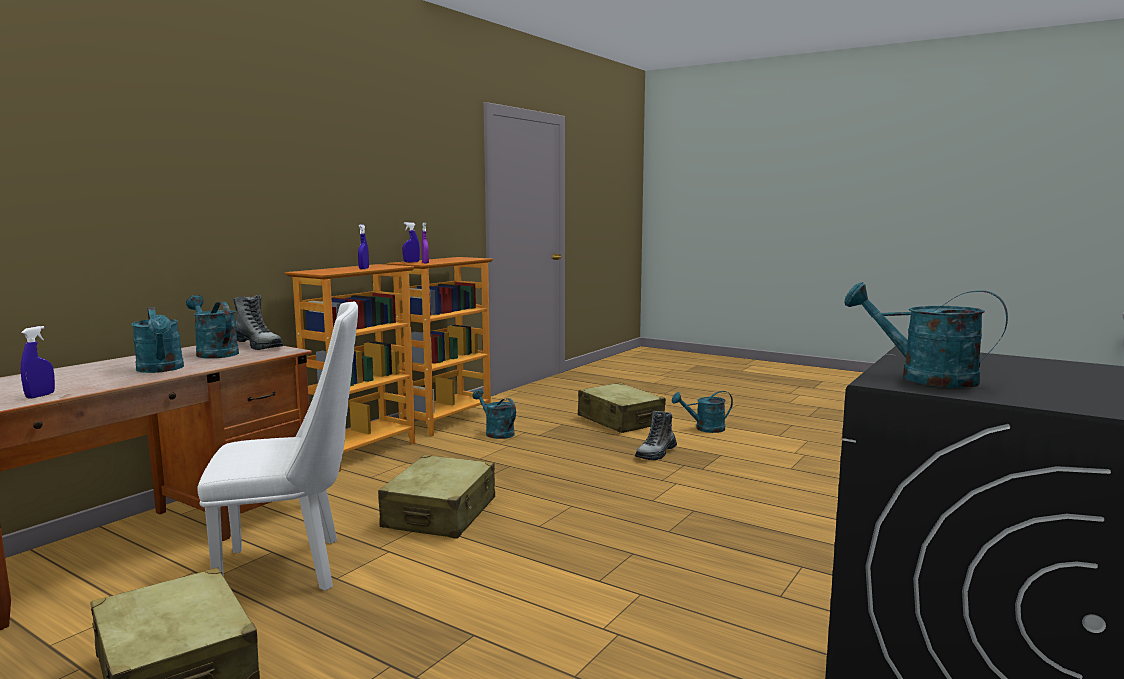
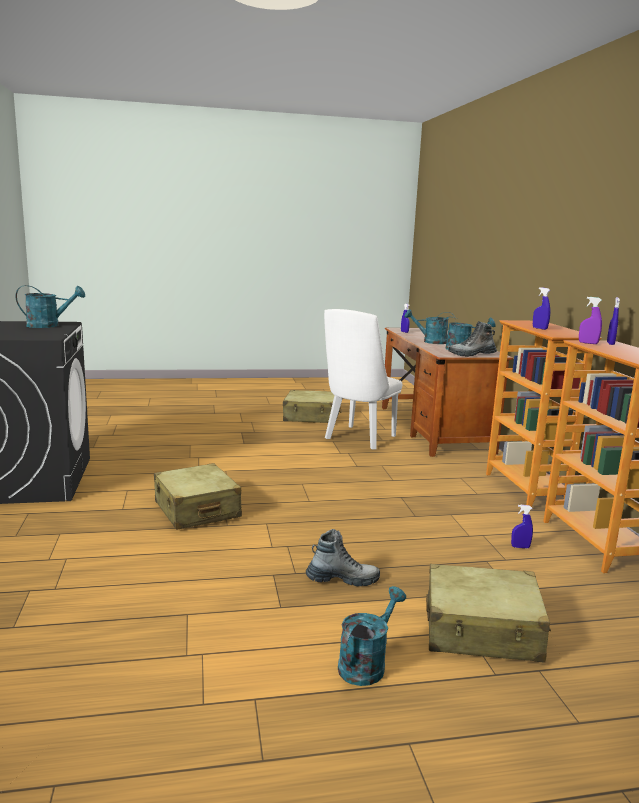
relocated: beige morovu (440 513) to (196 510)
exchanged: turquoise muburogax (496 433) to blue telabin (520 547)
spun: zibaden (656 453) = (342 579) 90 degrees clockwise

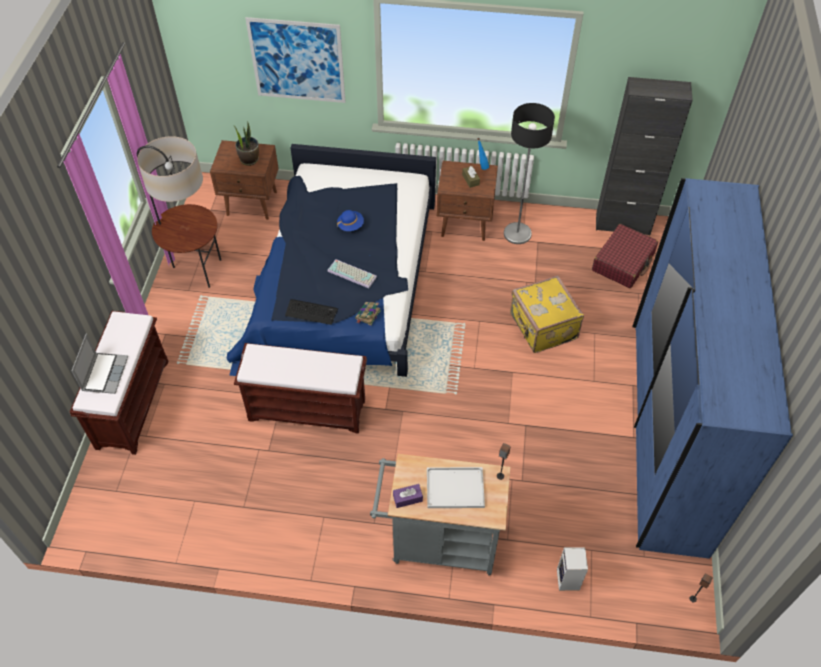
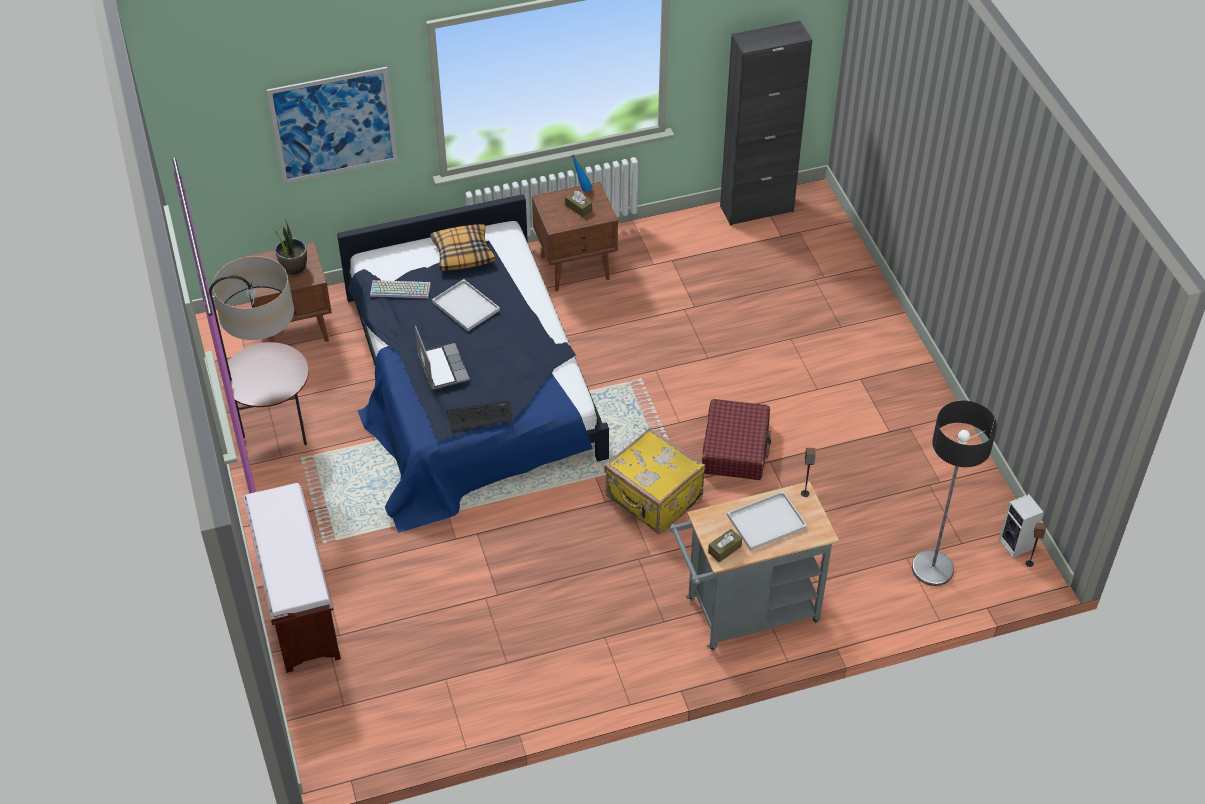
missing: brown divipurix (308 409); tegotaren (367 315); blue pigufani (668 434)
appeared: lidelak (463 253)
relocated: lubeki (105 373) to (442 367); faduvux (353 273) to (401 289); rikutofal (517 234) to (933 569); yellow morovu (542 327) to (653 499); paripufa (568 580) to (1016 545); red morovu (623 262) to (735 448)
exchanged: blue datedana (350 225) to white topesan (464 306)
colour: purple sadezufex (407 498) to brown sadezufex (724 549)

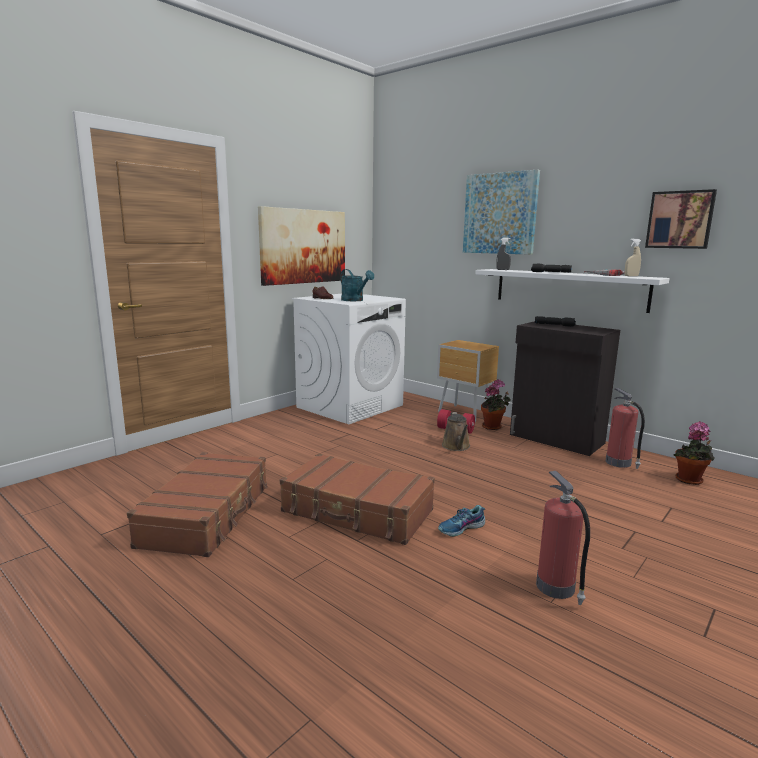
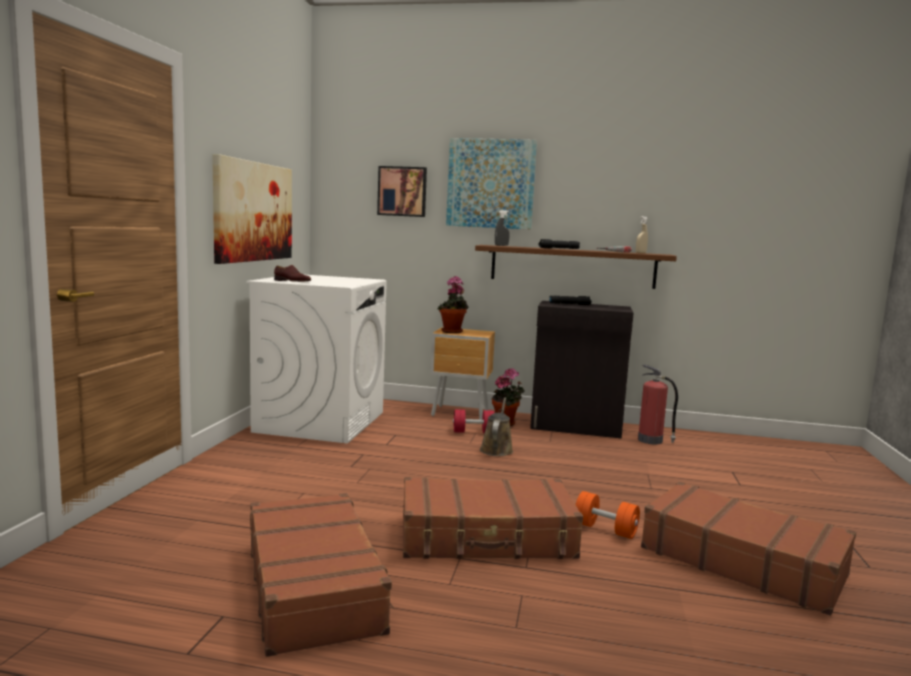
missing: turquoise muburogax (355 300)
relocated: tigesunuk (680 220) to (402 191); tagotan (689 481) to (452 332)
exchanged: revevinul (461 528) to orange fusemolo (605 529); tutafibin (556 588) to brown morovu (741 561)
colour: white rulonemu (568 289) to brown rulonemu (572 266)
spun: brown muburogax (456 447) = (496 449) 135 degrees counterclockwise

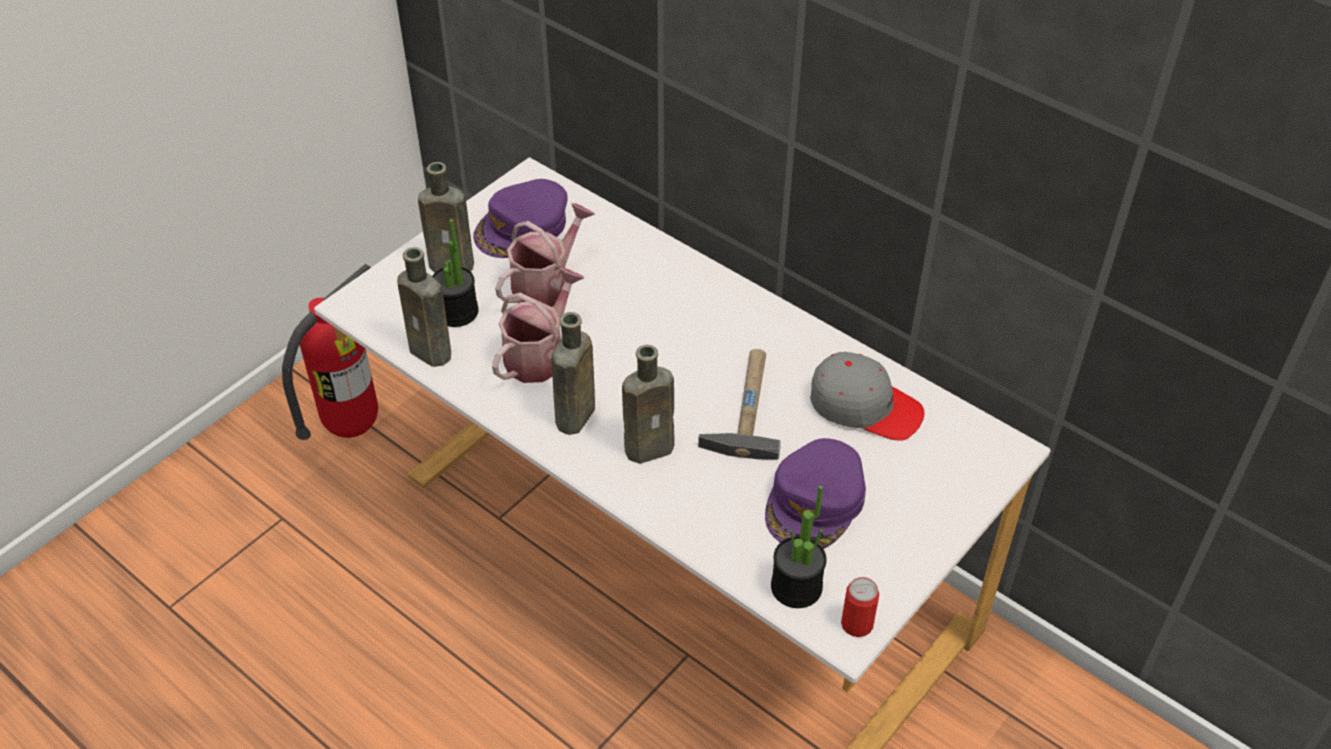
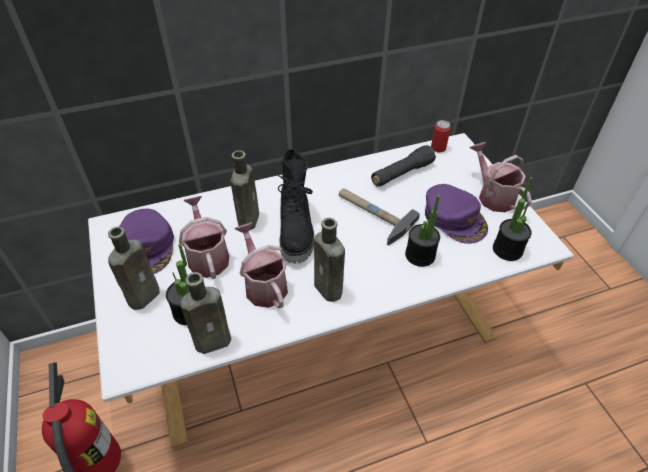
appeared: black zibaden (297 231); tagotan (420 255); muburogax (493 195)
relocated: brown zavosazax (653 447) to (249 218); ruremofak (857 624) to (438 148)
exchanged: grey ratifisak (864 406) to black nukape (402 174)

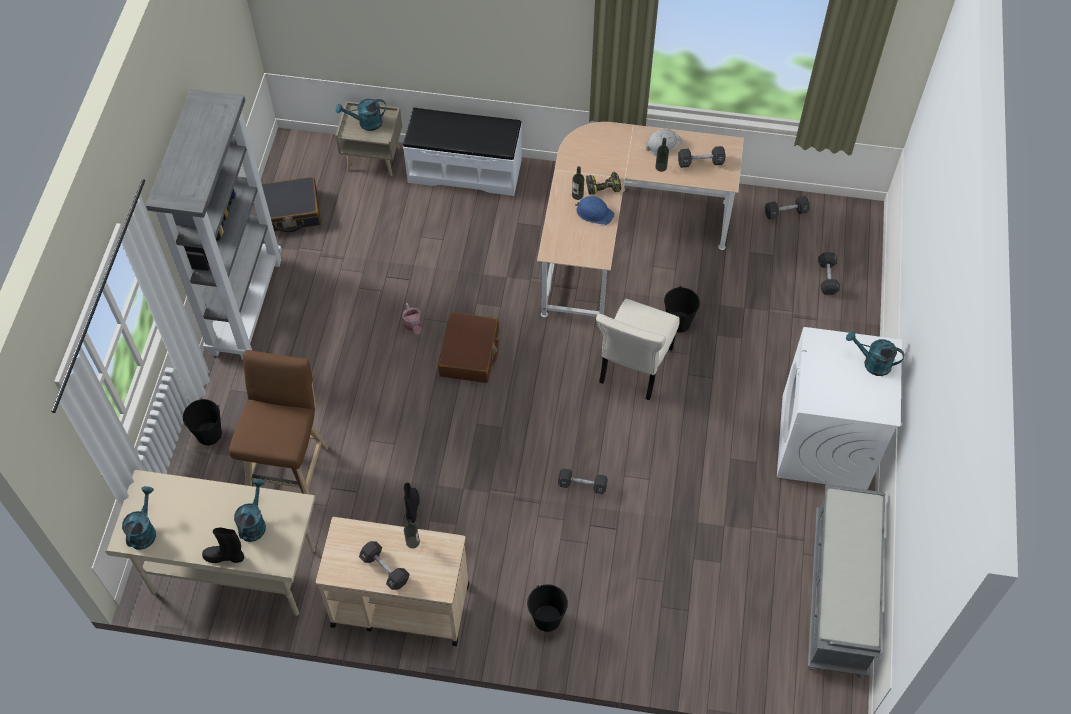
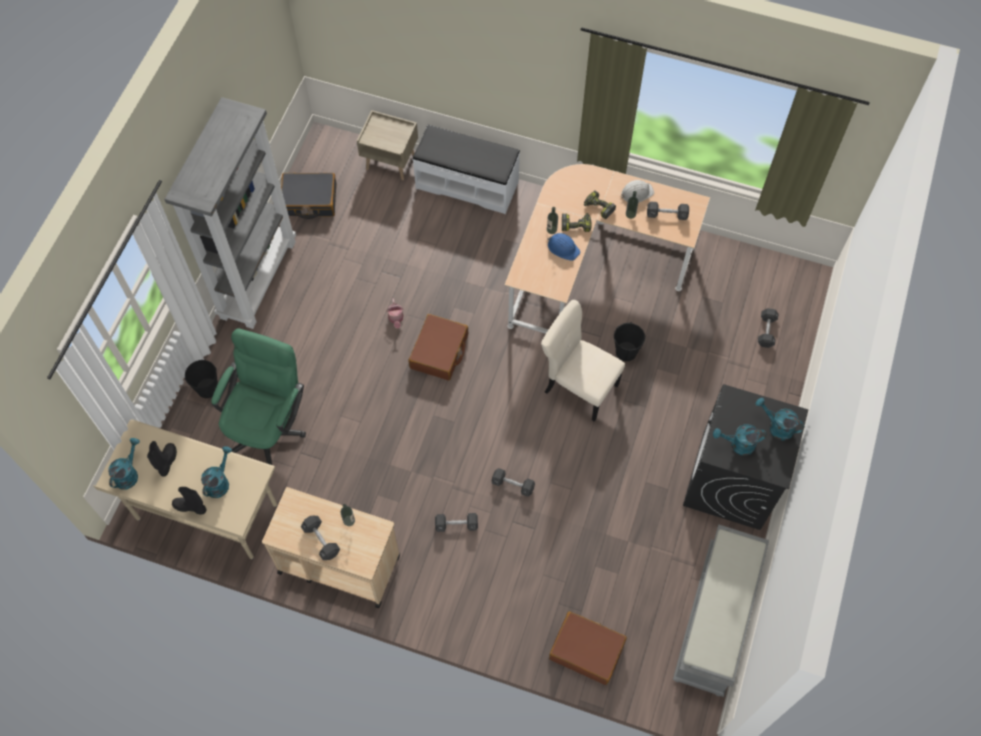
missing: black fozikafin (547 618)
appeared: brown morovu (587 650); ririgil (598 207)
relocated: turquoise muburogax (366 123) to (738 445); black zibaden (412 507) to (167 461); black fusemolo (785 212) to (456 525)
exchanged: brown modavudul (289 465) to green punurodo (269 427)
colour: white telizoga (824 442) to black telizoga (731 481)
spun: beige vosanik (634 368) = (578 387) 90 degrees clockwise

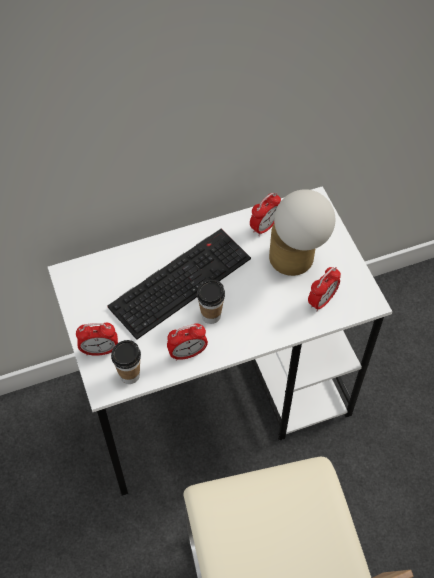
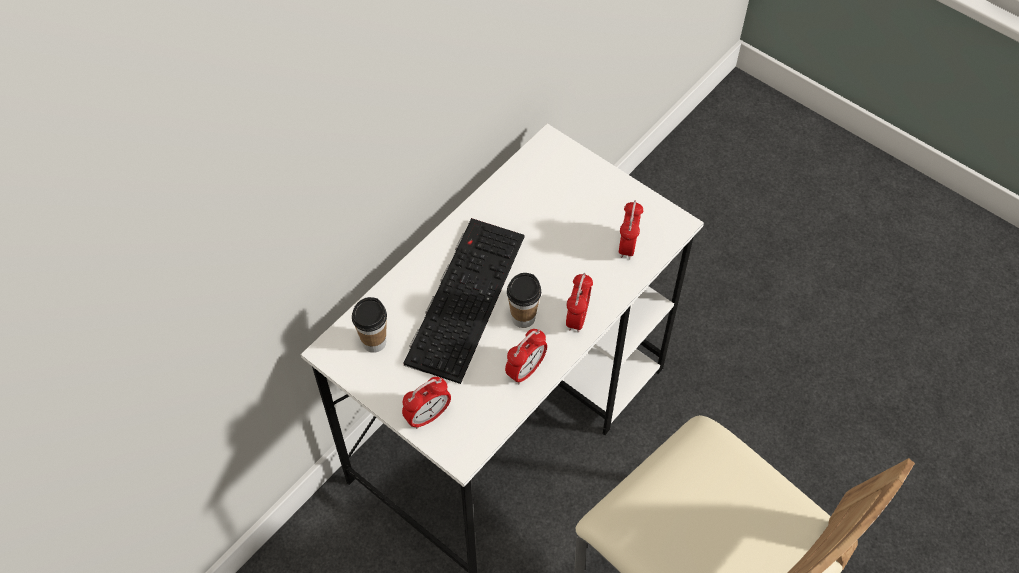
missing: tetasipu (295 262)
relocated: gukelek (129 375) to (374 342); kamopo (264 227) to (577 318)

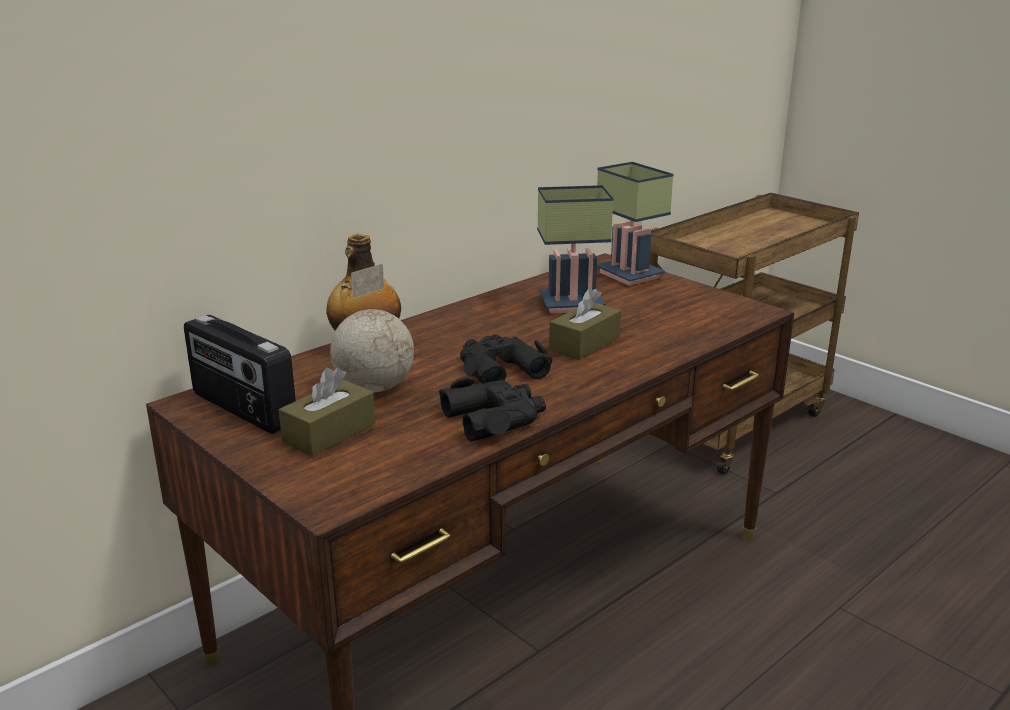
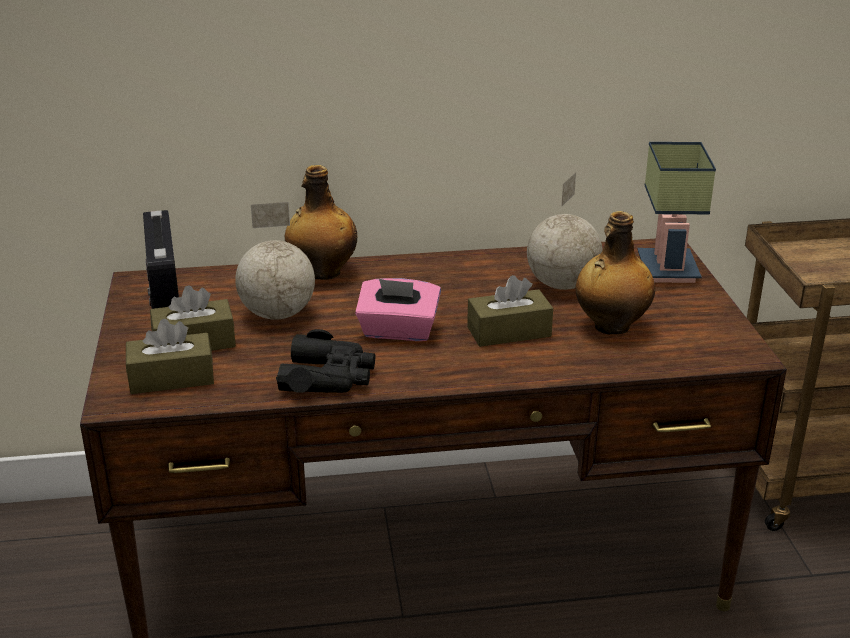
appeared: brown sadezufex (171 378); zavosazax (610 326)
exchanged: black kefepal (499 369) to pink sadezufex (398 331); tetasipu (573 303) to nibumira (563 285)

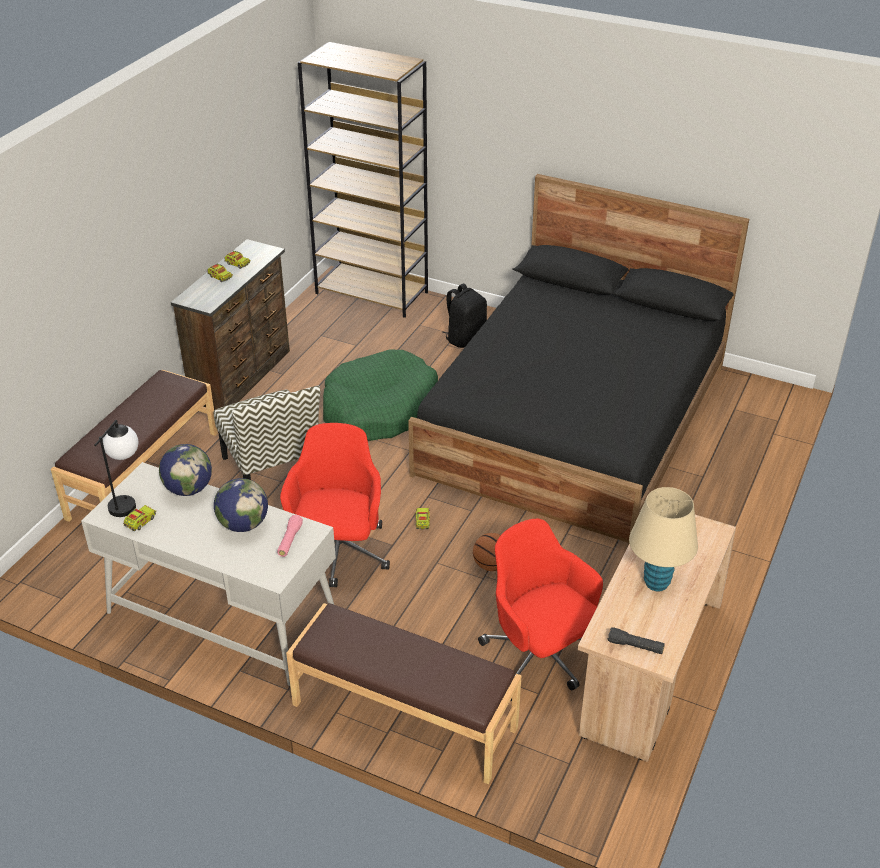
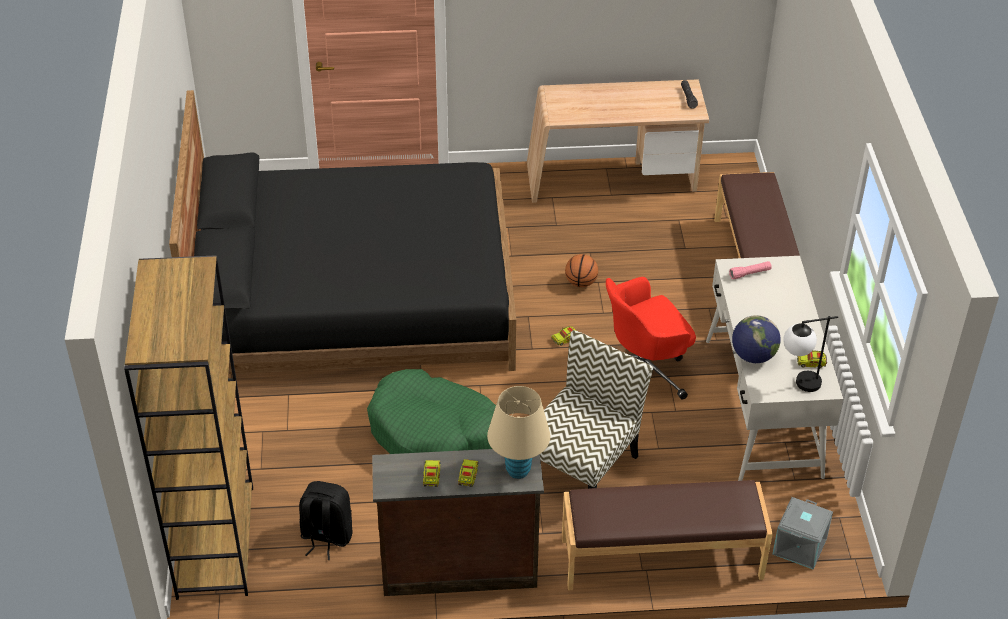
missing: nibumira (243 524); red punurodo (540 658)
appeared: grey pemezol (800 547)
relocated: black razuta (465 338) to (326 536); beige tetasipu (656 583) to (518 470)

